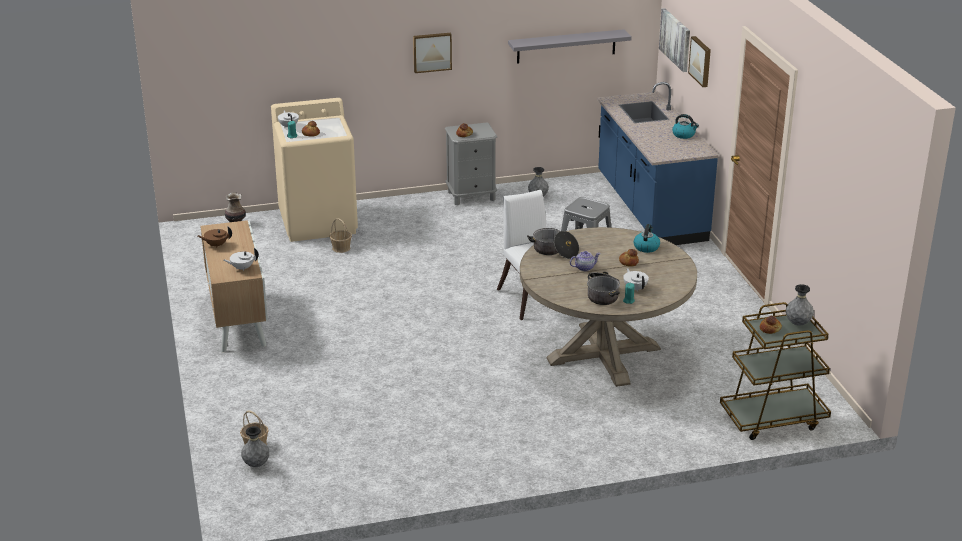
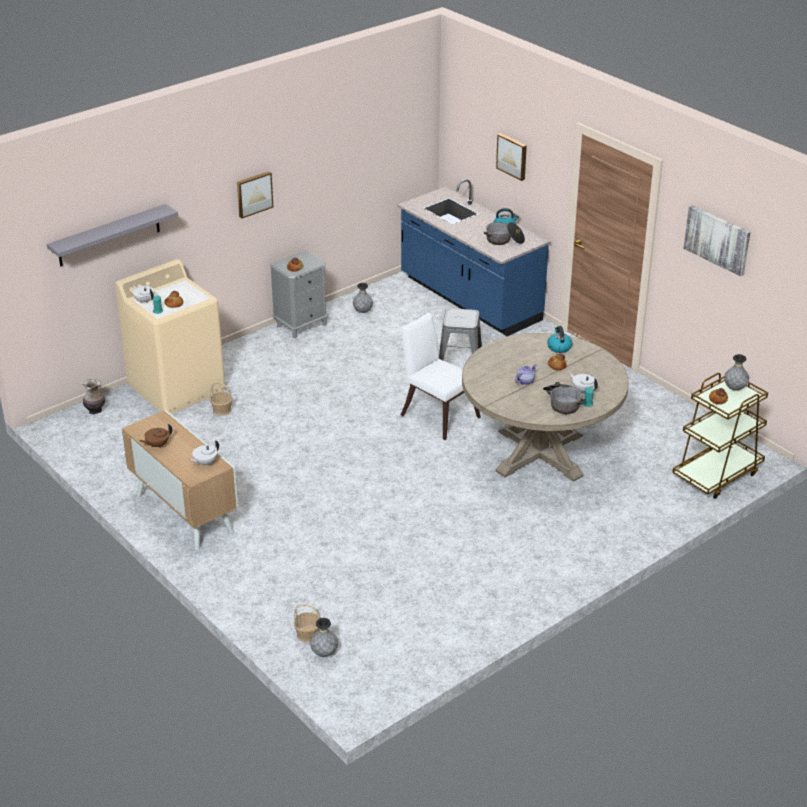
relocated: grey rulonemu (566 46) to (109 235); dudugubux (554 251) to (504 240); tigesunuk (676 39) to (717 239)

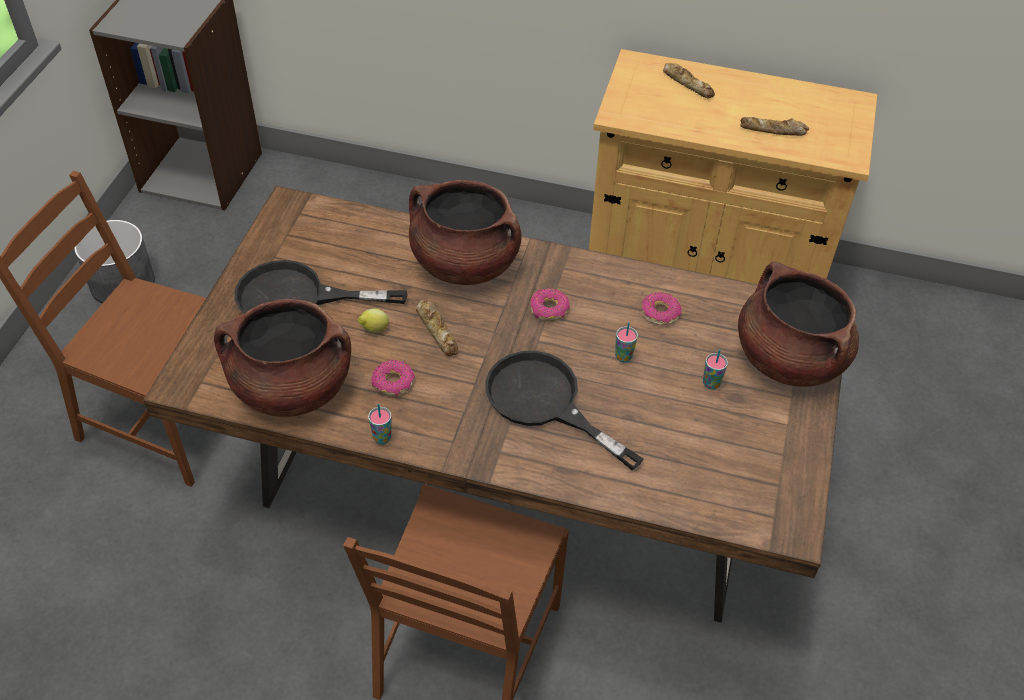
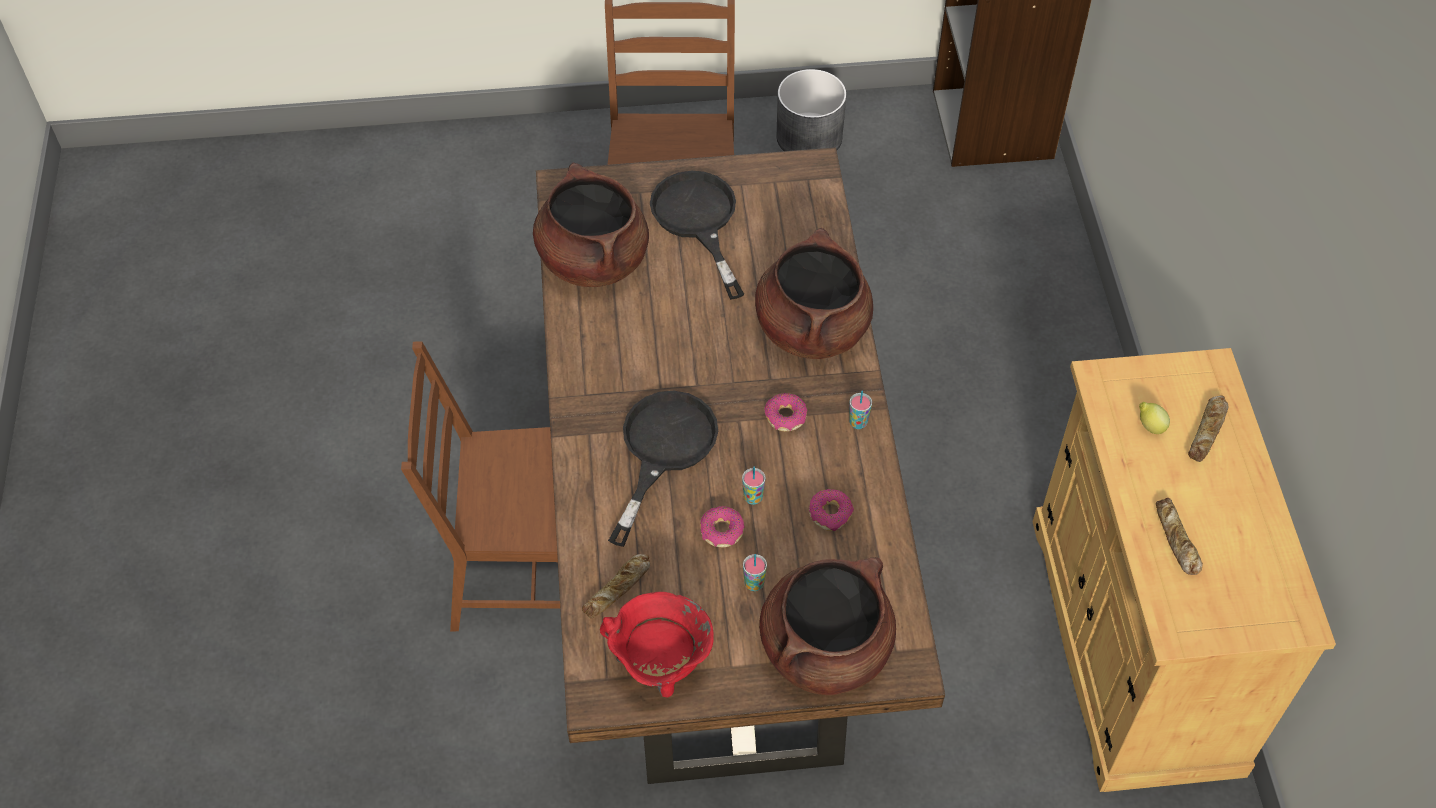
appeared: red dudugubux (660 667)
relocated: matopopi (374 330) to (1150 426); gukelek (382 438) to (858 423); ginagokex (393 383) to (721 531); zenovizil (437 331) to (618 589)

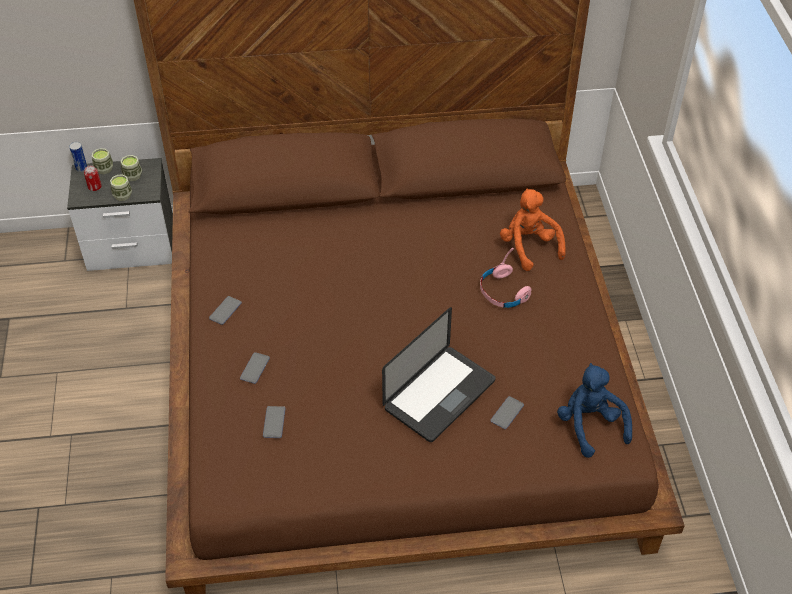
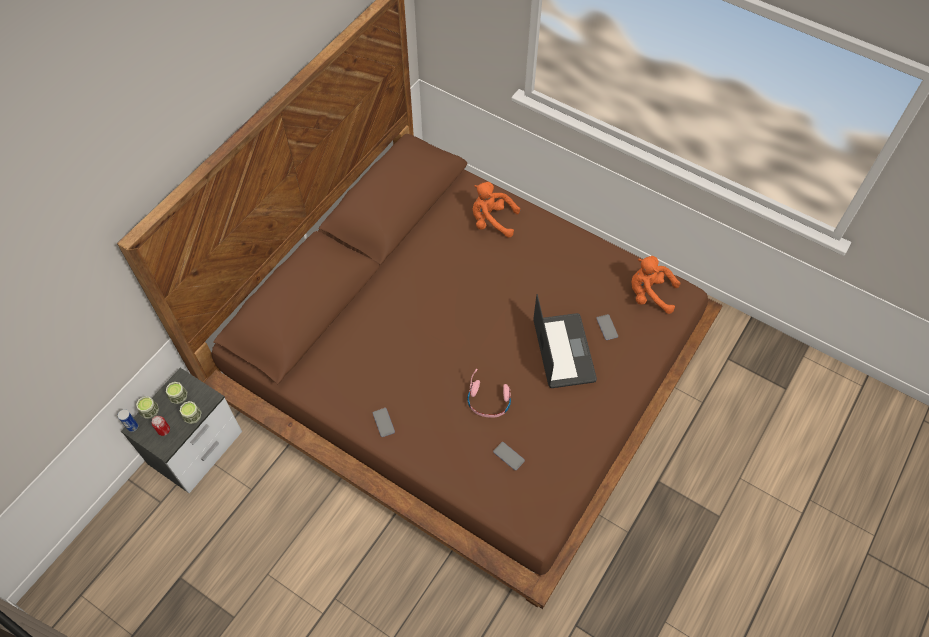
missing: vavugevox (255 368)
relocated: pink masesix (503 292) to (489 402)
colour: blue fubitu (590 425) to orange fubitu (649 294)

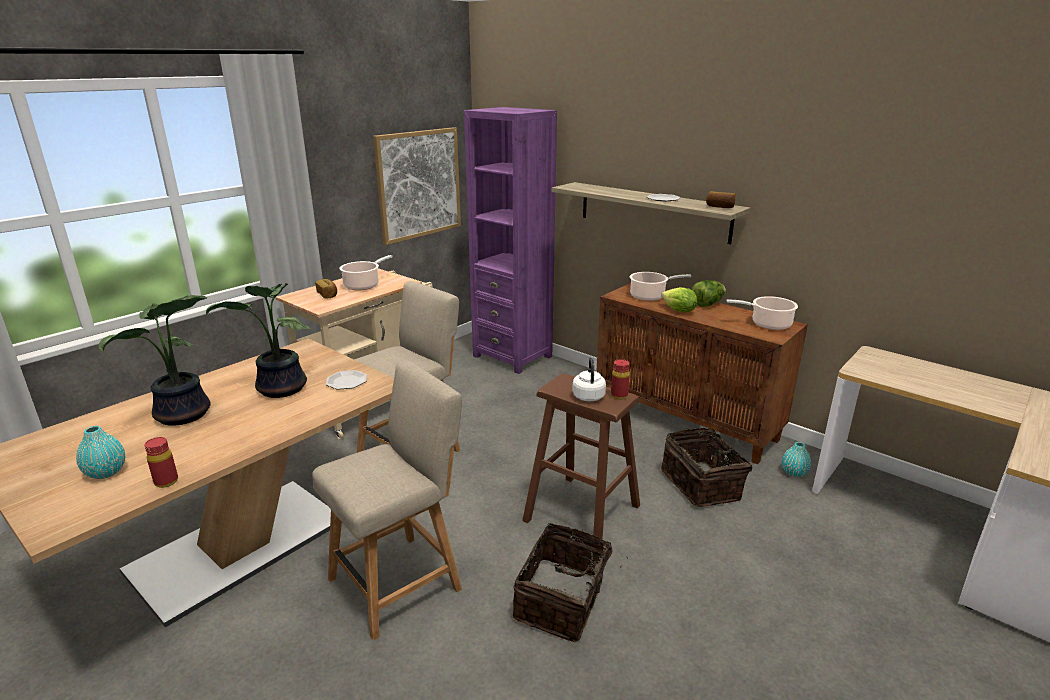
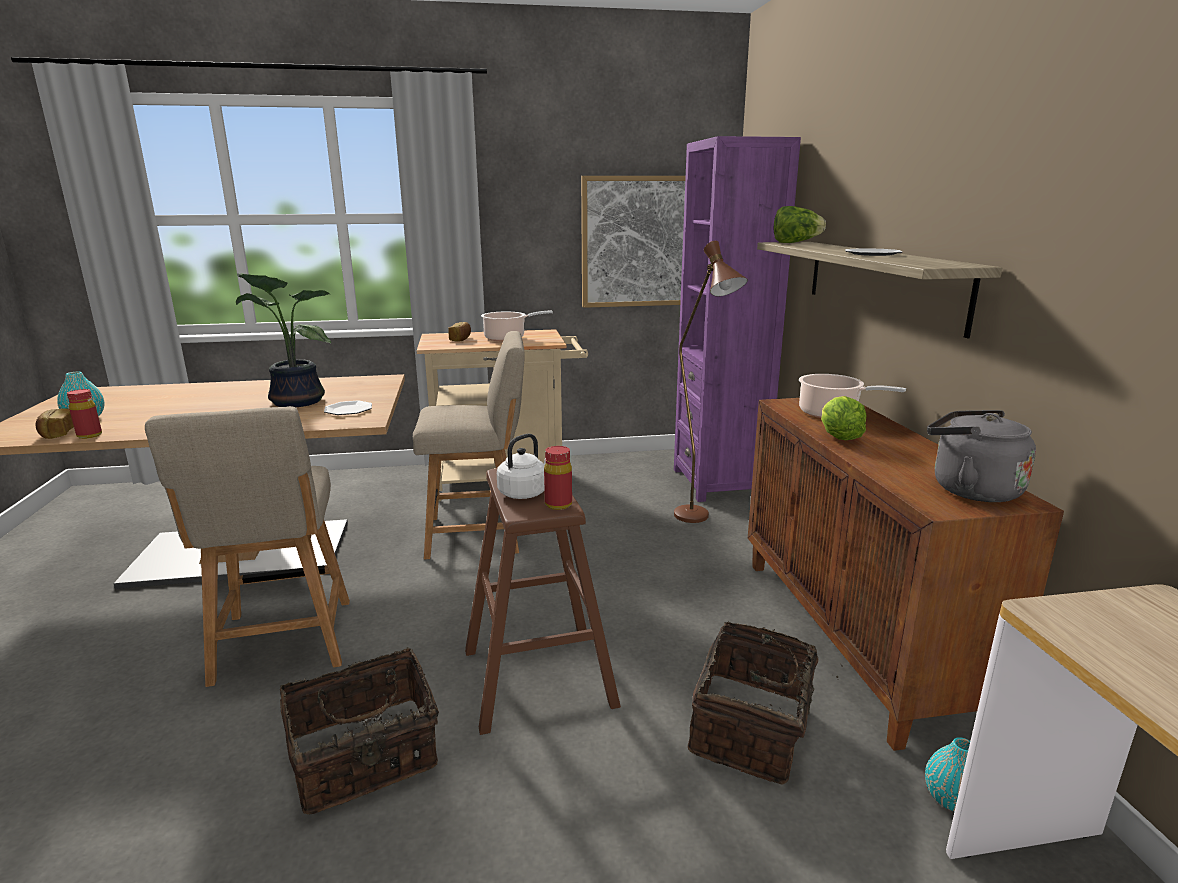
missing: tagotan (183 416)
appeared: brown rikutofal (698 520)
relocated: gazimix (707 304) to (795 242); zenovizil (720 207) to (57 434)
exchanged: dudugubux (768 324) to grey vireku (969 489)
spun: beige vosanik (400 581) = (282 645) 75 degrees clockwise

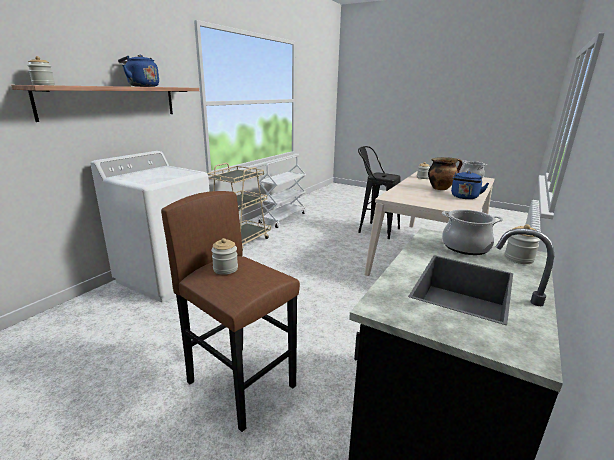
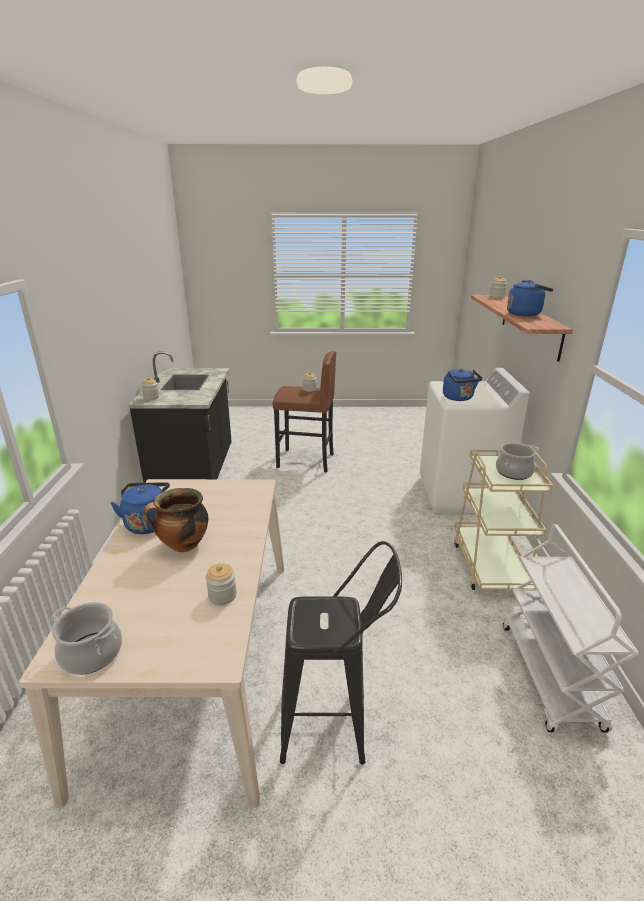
appeared: blue vireku (459 398)
relocated: dudugubux (465 247) to (513 472)

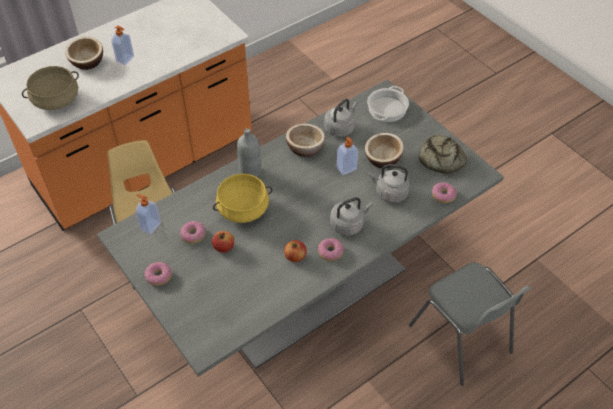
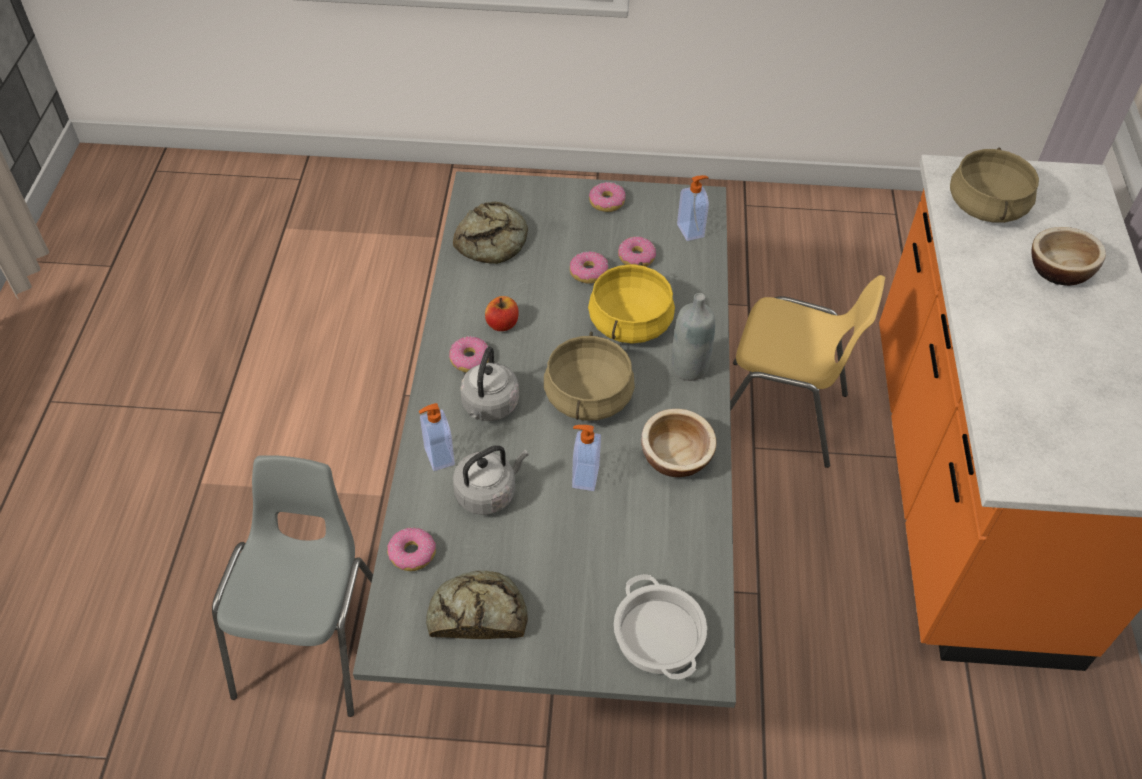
missing: grey vireku (340 128); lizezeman (383 159)
appeared: zenovizil (494 240); beige dudugubux (587 396)
relocated: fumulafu (126 59) to (438 457)
exchanged: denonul (224 247) to ginagokex (588 272)
spun: grey vosanik (461 339) = (313 641) 90 degrees clockwise

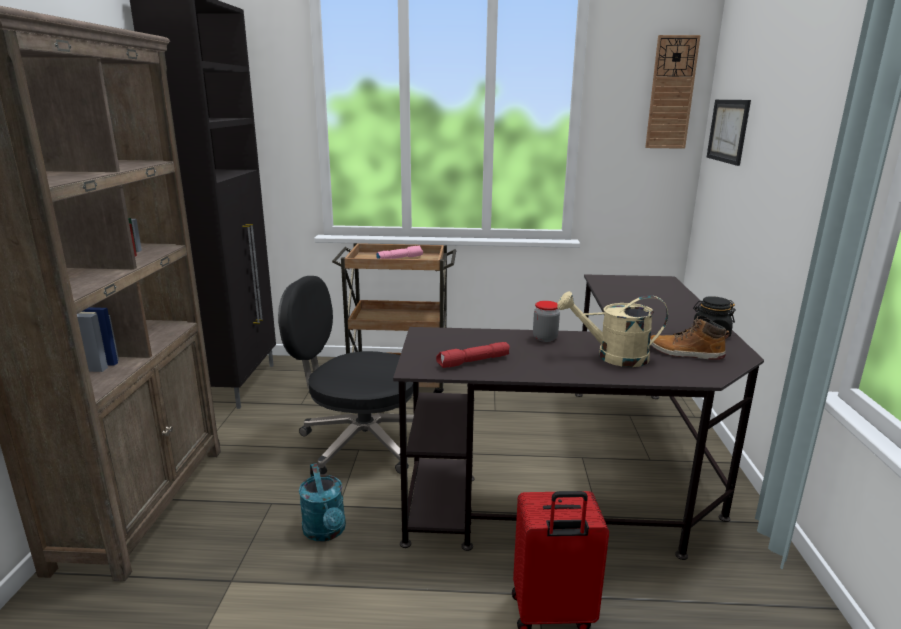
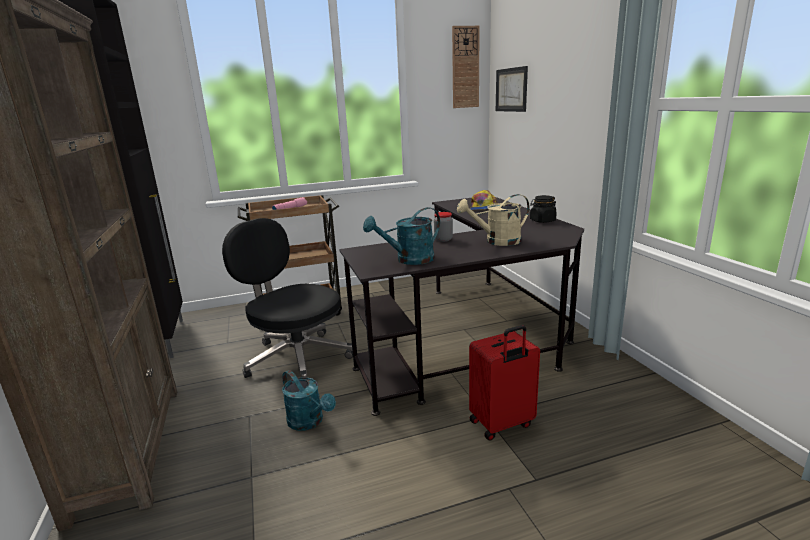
missing: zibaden (685 353)
appeared: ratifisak (482 207)
exchanged: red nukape (473 362) to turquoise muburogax (409 260)
spun: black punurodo (360 443) = (296 357) 45 degrees clockwise

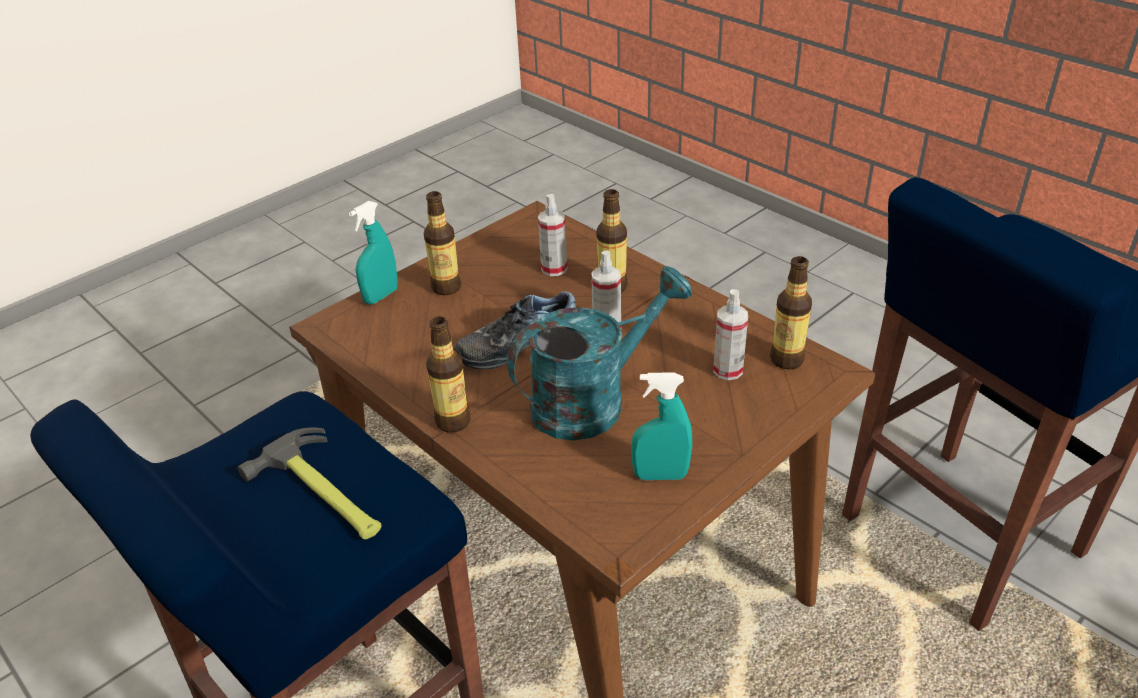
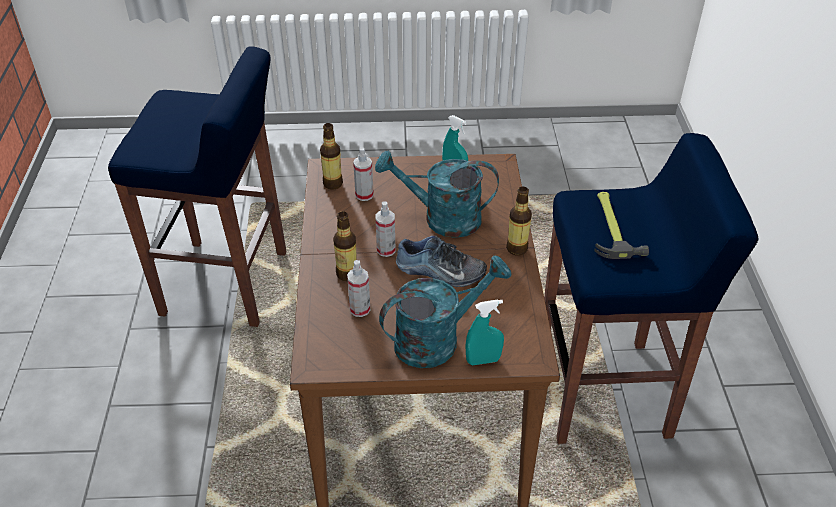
exchanged: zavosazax (446 287) to turquoise muburogax (437 339)

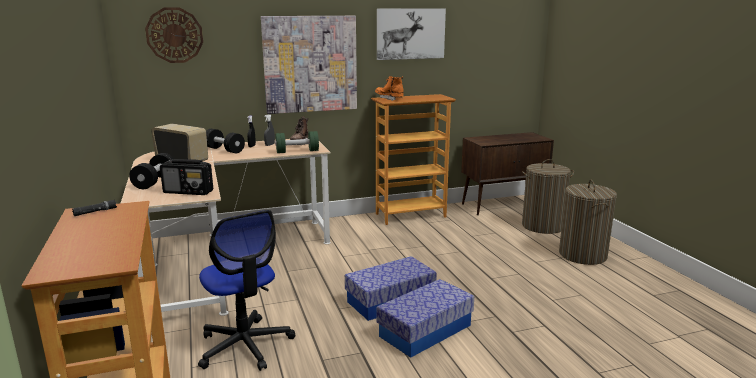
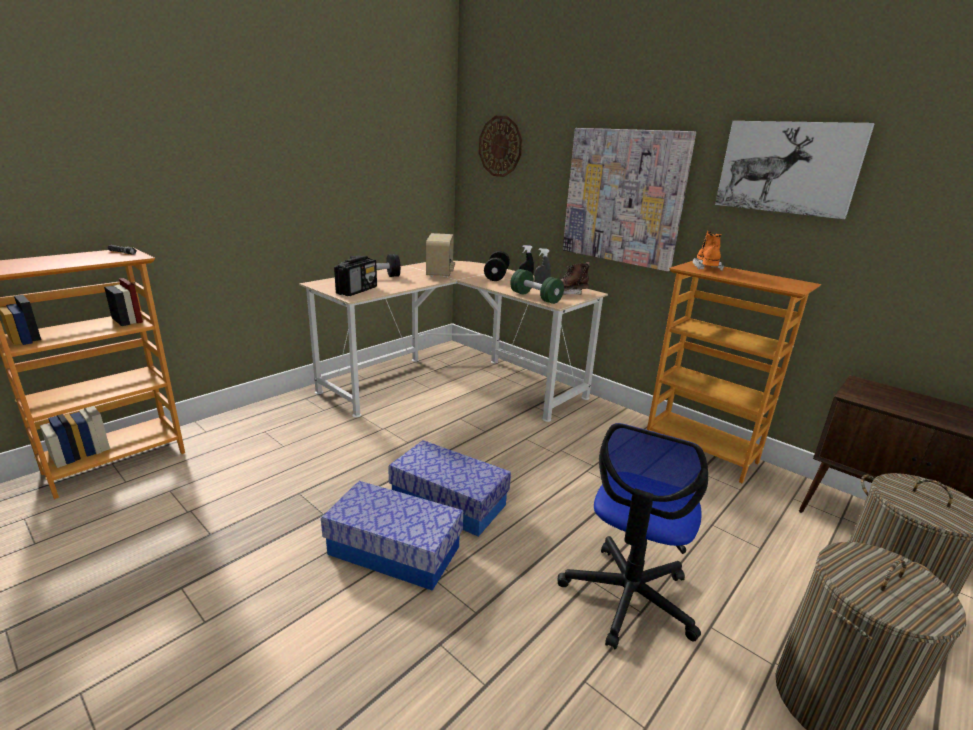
relocated: punurodo (245 345) to (628 597)
spun: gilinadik (189 192) = (357 290) 135 degrees counterclockwise

